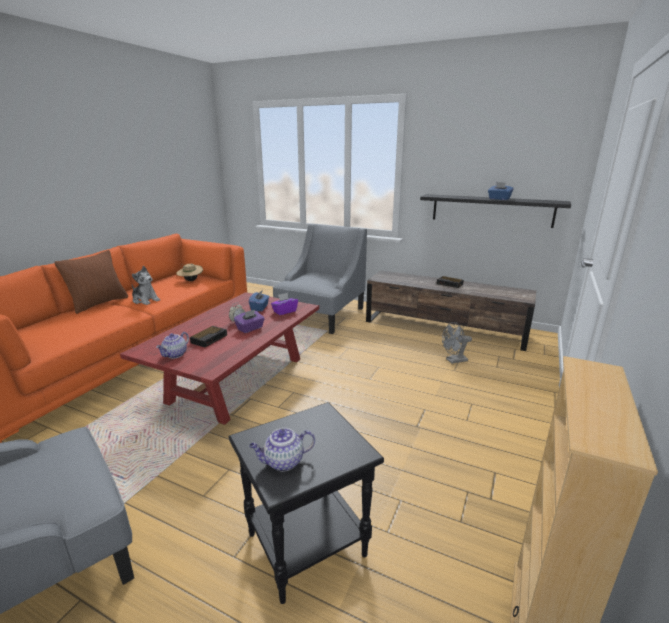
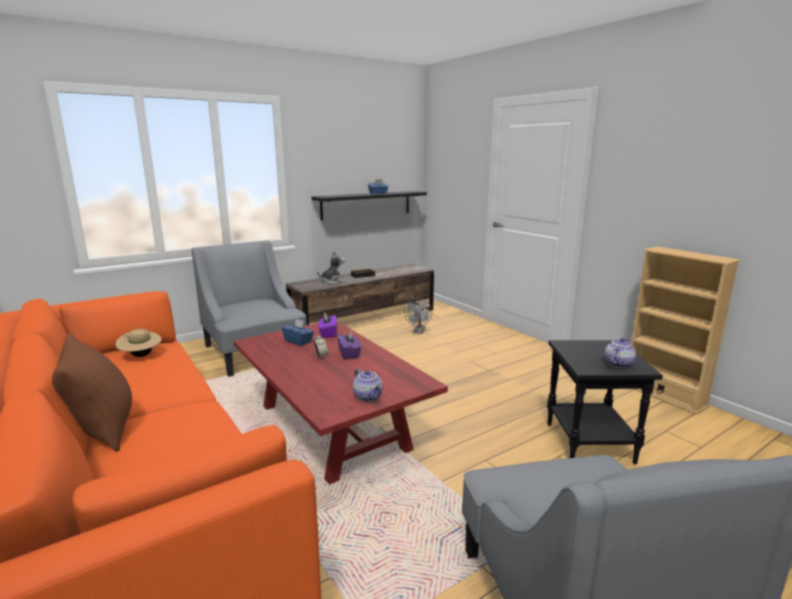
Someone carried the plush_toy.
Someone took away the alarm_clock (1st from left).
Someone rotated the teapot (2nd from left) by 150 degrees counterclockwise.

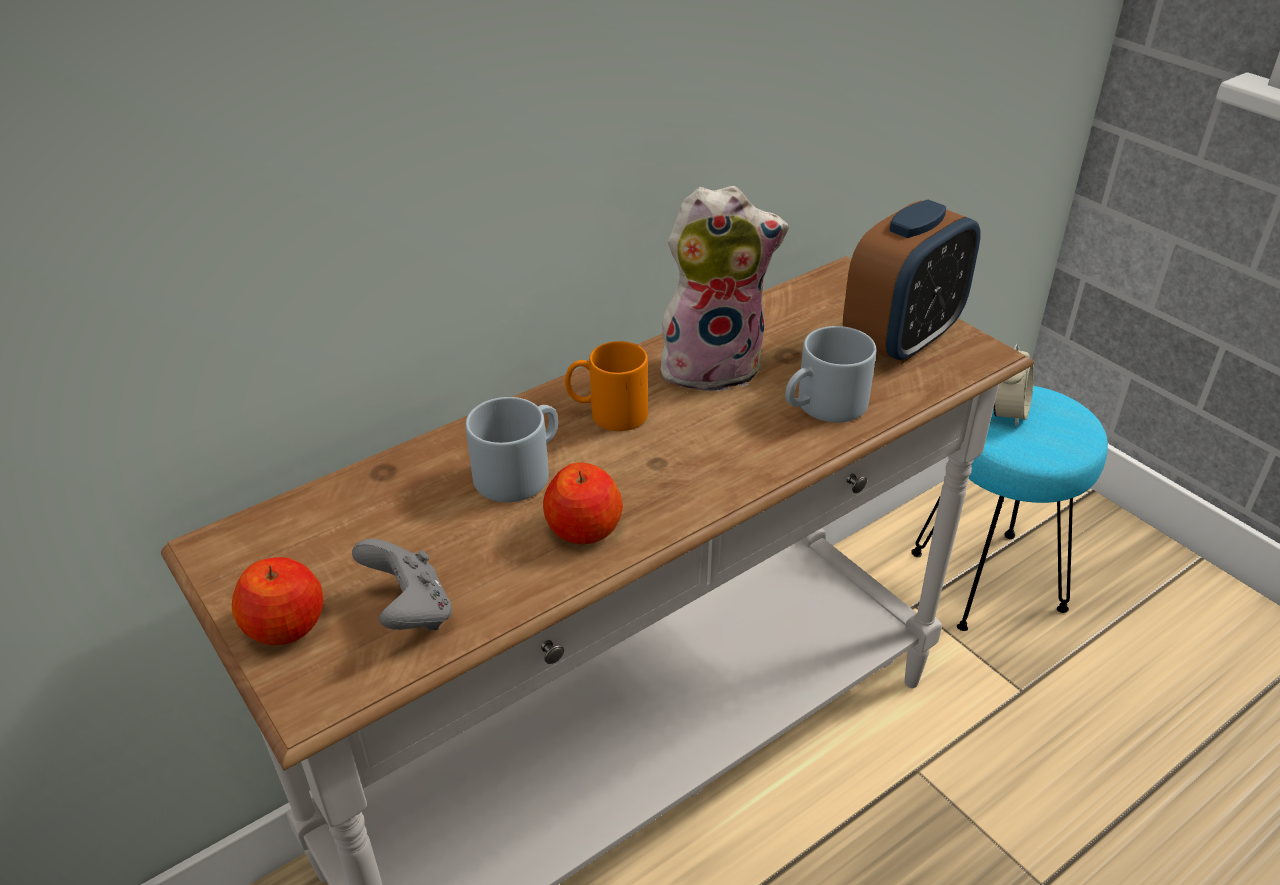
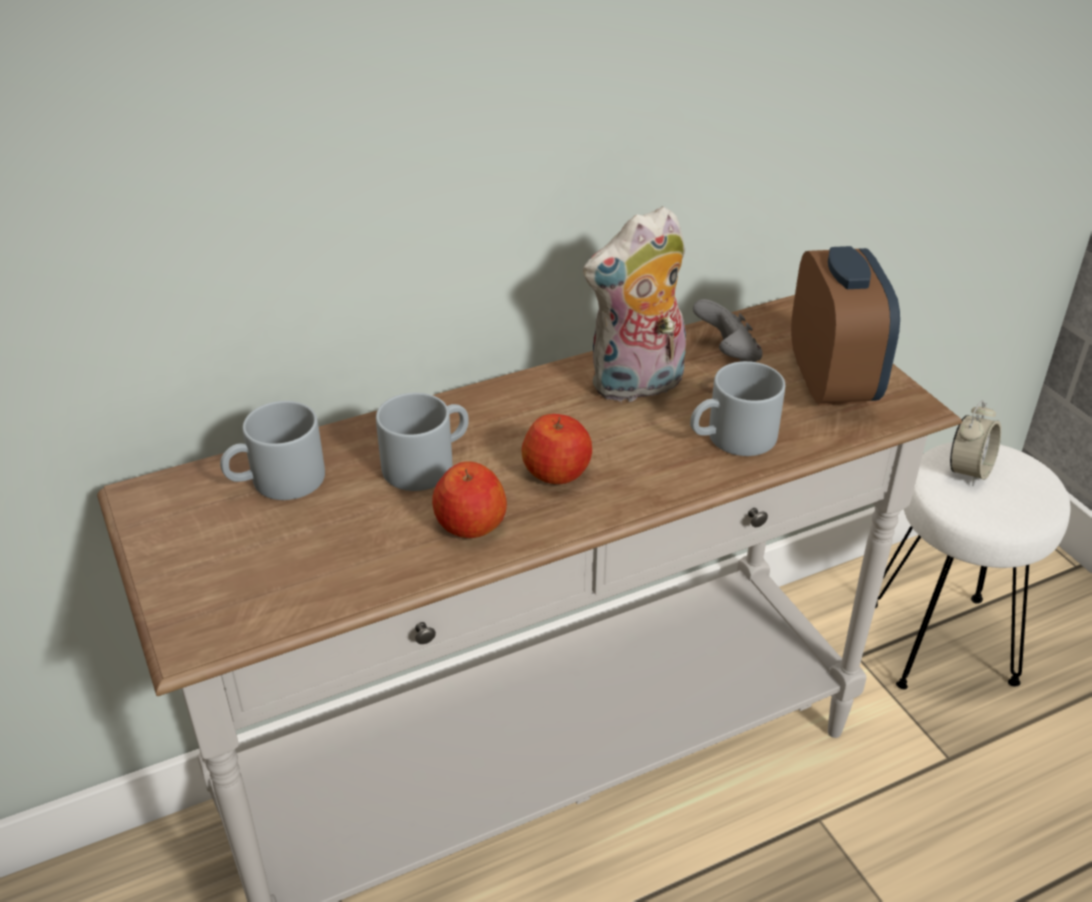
Someone carried the apple (1st from left in the first image).
Someone carried the grey_game_controller.
Someone took away the orange_mug.
Someone rotated the plush_toy by 150 degrees clockwise.
Someone rotated the alarm_clock (1st from left) by 60 degrees counterclockwise.
Someone repainted the turquoise_stool, which became the white_stool.
Someone put down the grey_mug (1st from left).

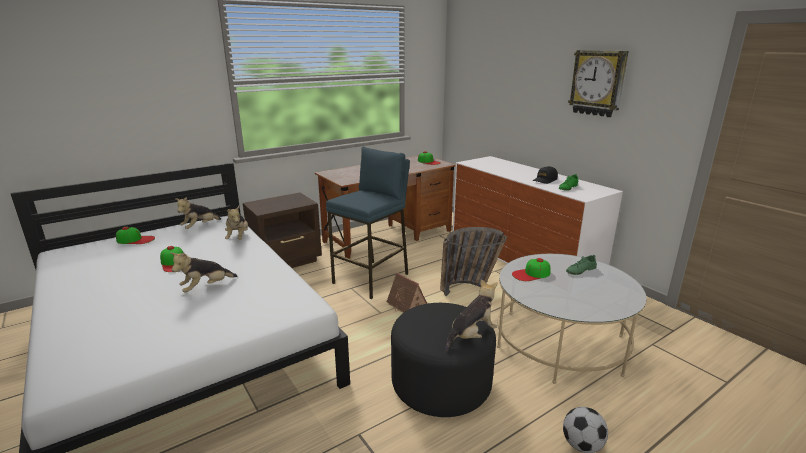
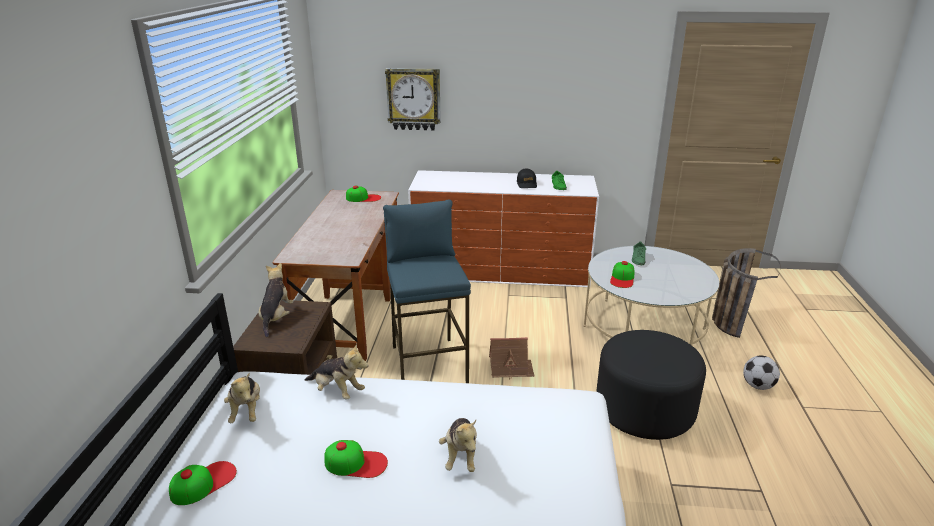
Someone carried the basket.
Someone carried the plush_toy (4th from left in the first image).
Someone carried the wall_clock.

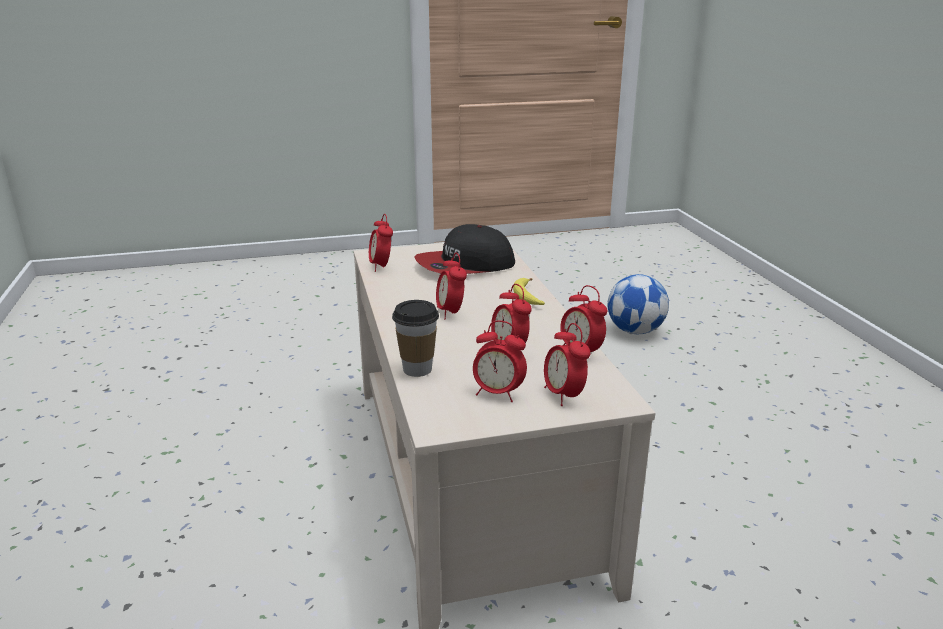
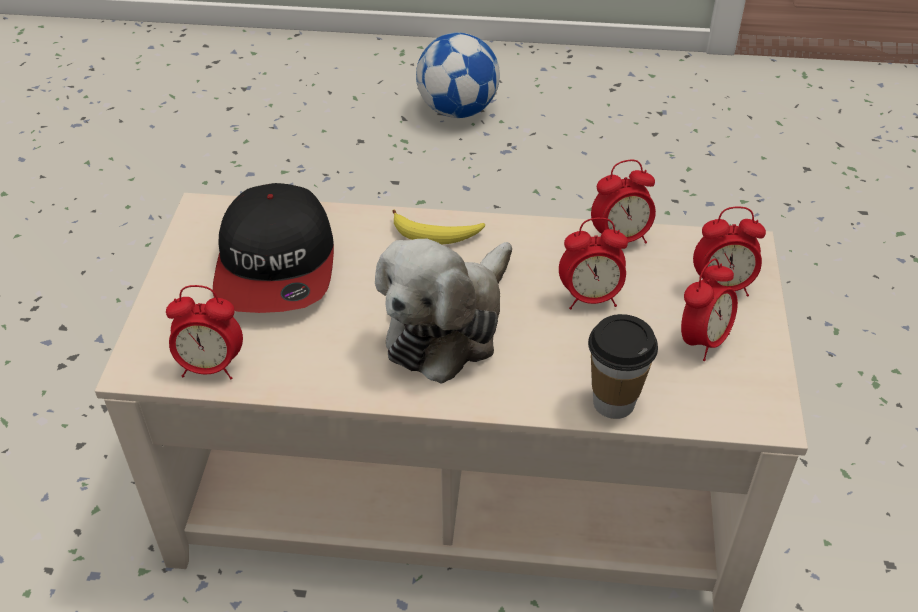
Someone swapped the alarm_clock (2nd from left) for the plush_toy.
Someone carried the football.

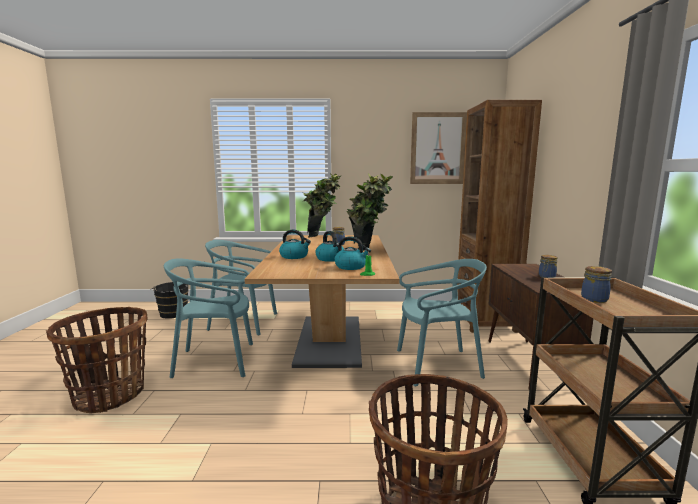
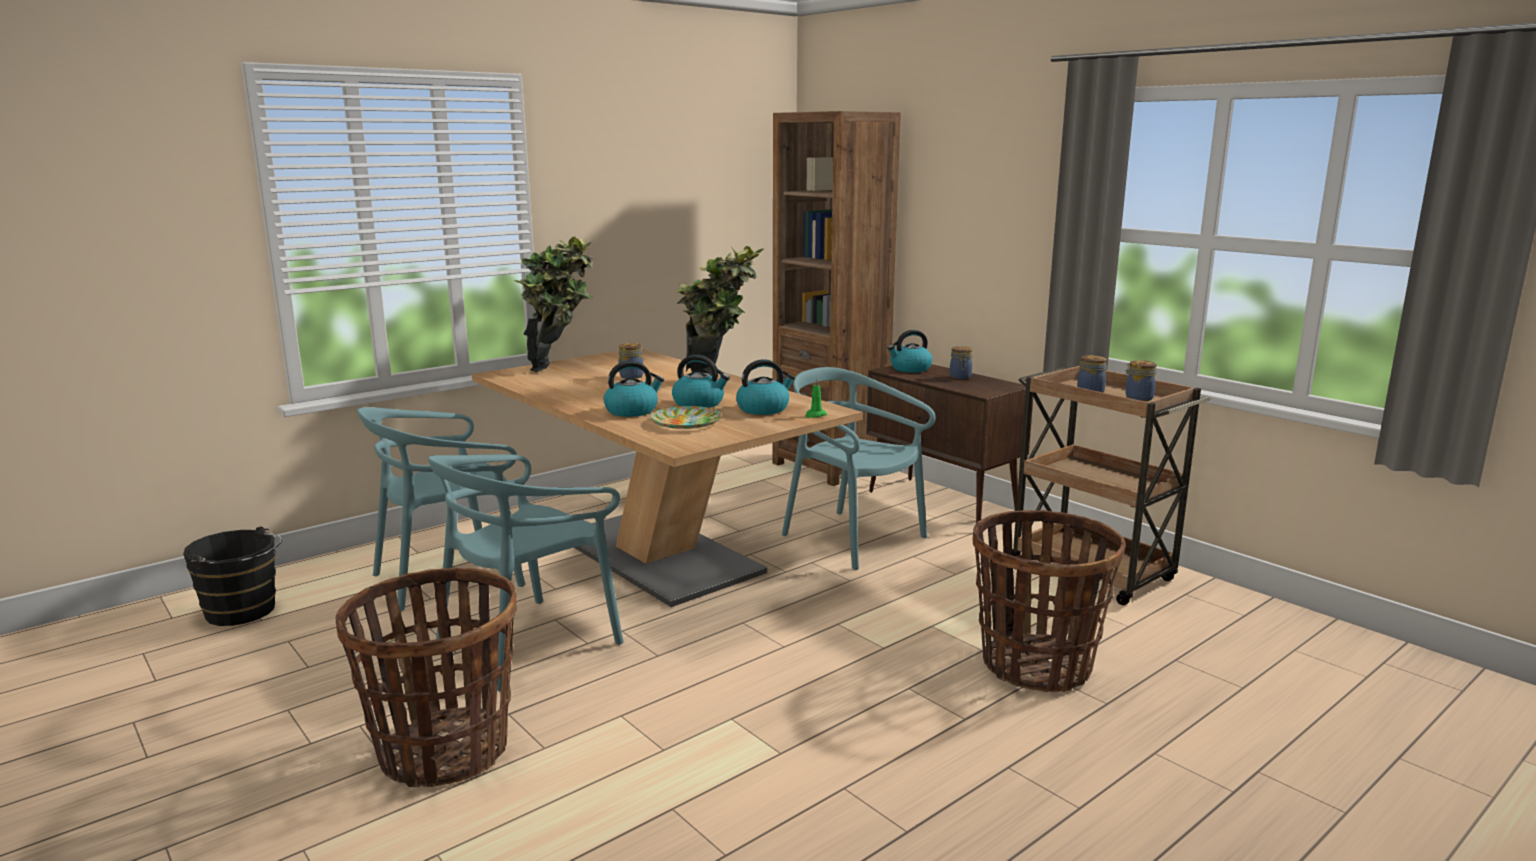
Someone rotated the turquoise_chair (3rd from left) by 90 degrees counterclockwise.
Someone took away the picture.
Someone put down the plate.
Someone put down the kettle (4th from left).
Someone put down the jar (4th from left).

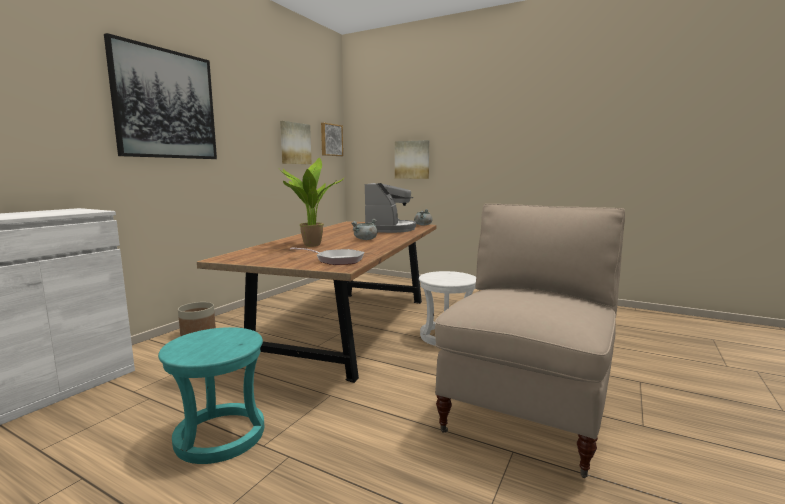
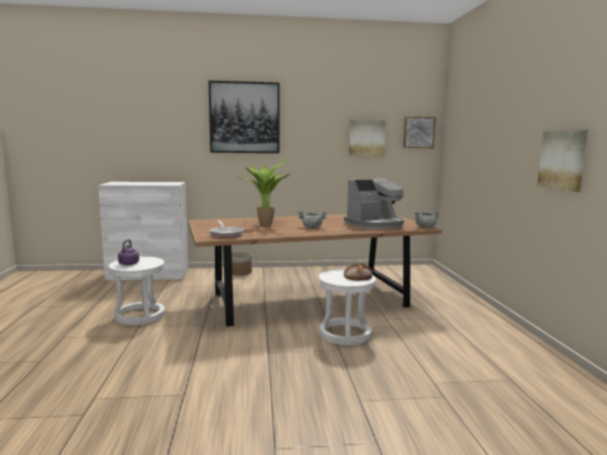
Someone repainted the turquoise_stool, which became the white_stool (1st from left).
Someone carried the picture (4th from left).
Someone took away the beige_chair.
Someone put down the purple_kettle.
Someone put down the bread.

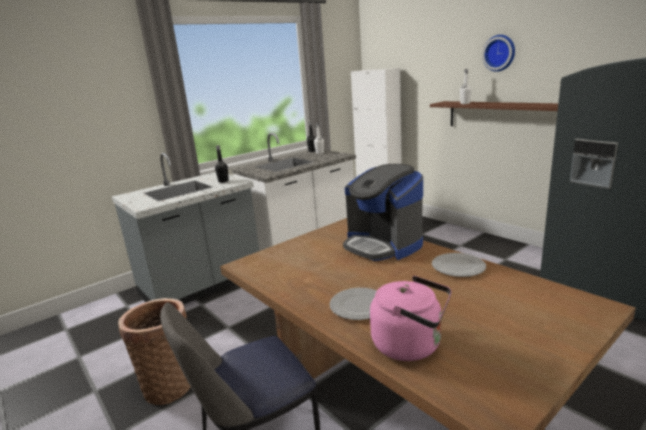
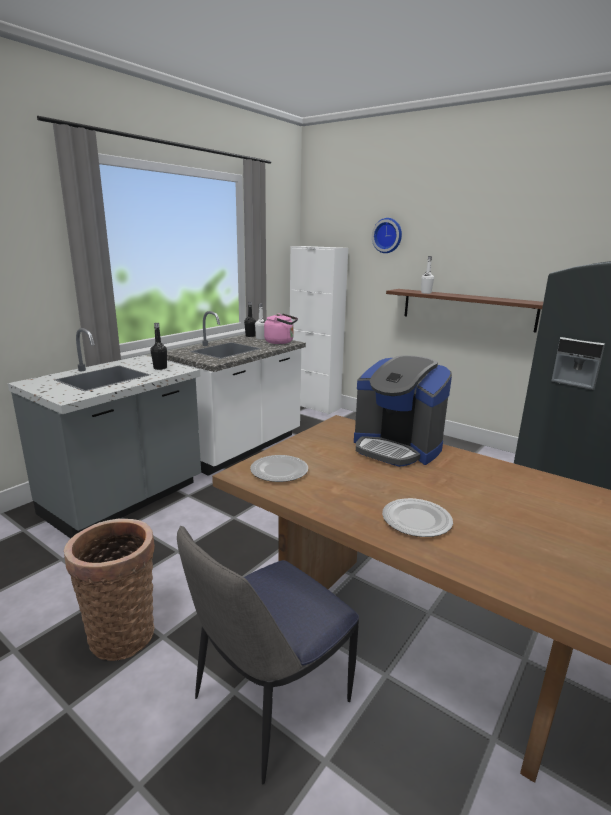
Someone carried the pink_kettle.
Someone carried the plate (2nd from left in the first image).
Someone carried the wall_clock.

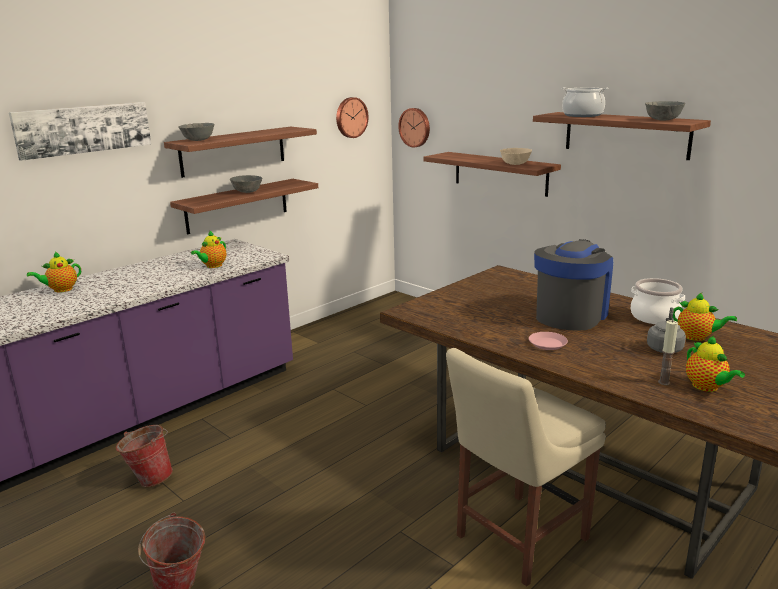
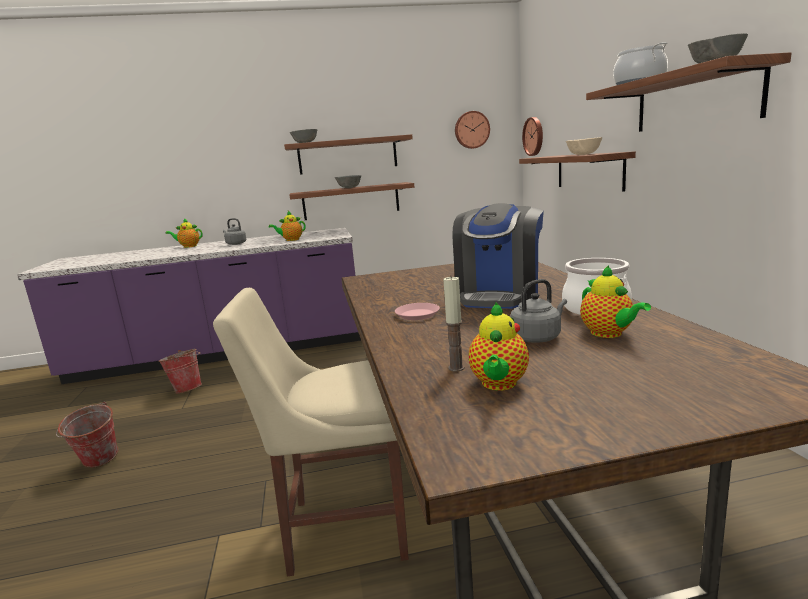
Someone took away the picture.
Someone rotated the coffee_machine by 135 degrees clockwise.
Someone put down the grey_kettle (1st from left).

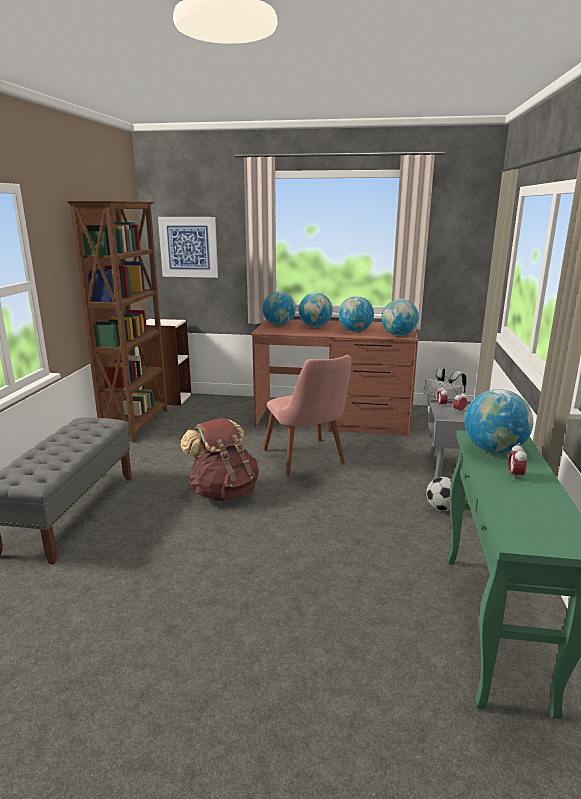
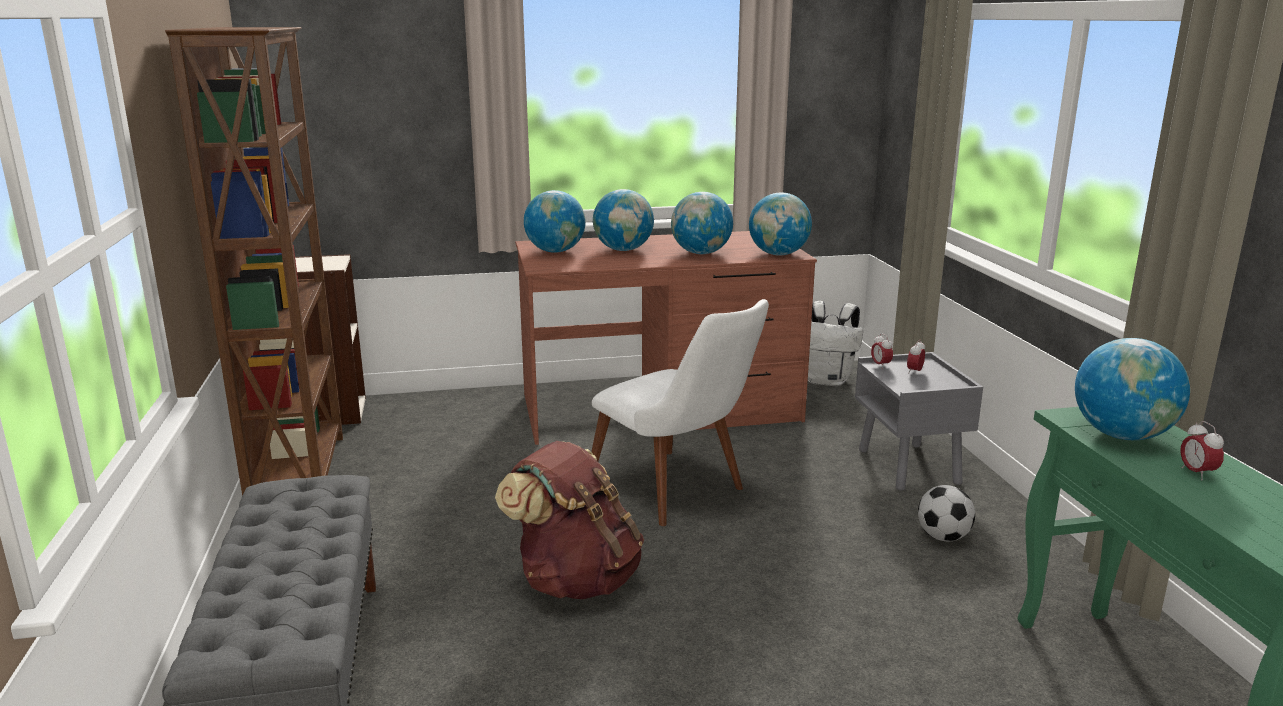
Someone took away the picture.
Someone repainted the pink_chair, which became the white_chair.

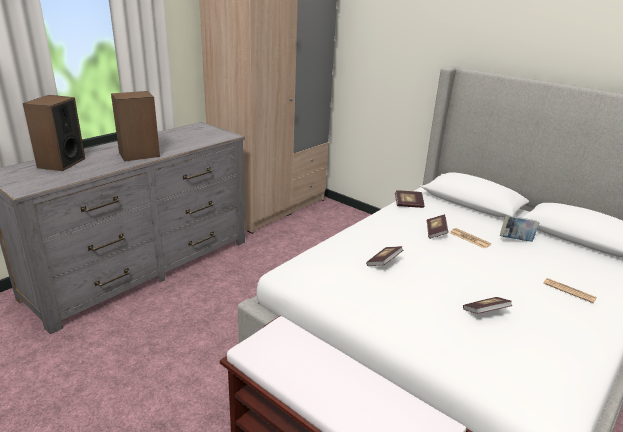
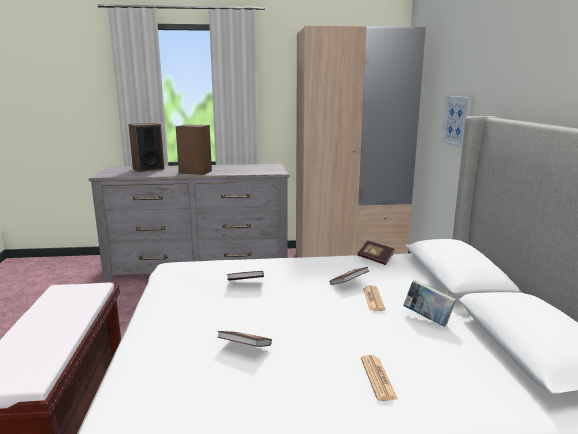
Someone put up the picture.

